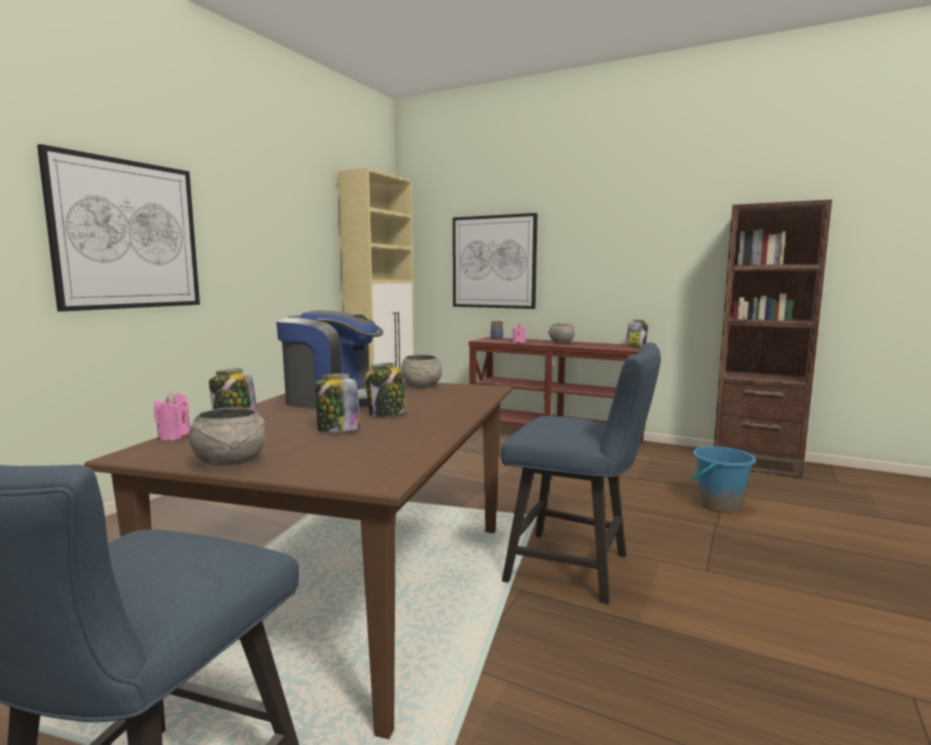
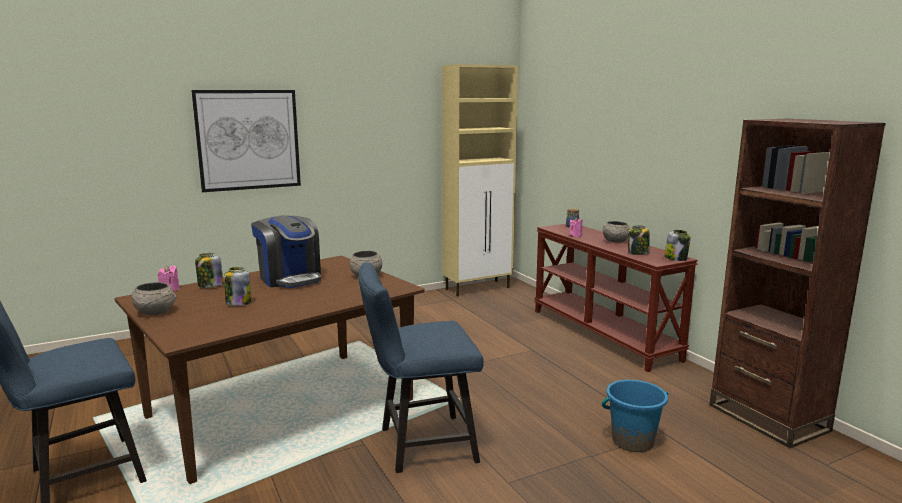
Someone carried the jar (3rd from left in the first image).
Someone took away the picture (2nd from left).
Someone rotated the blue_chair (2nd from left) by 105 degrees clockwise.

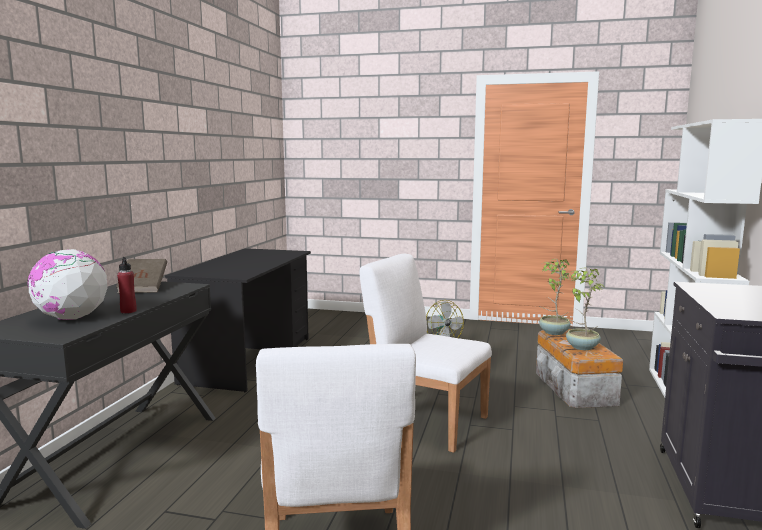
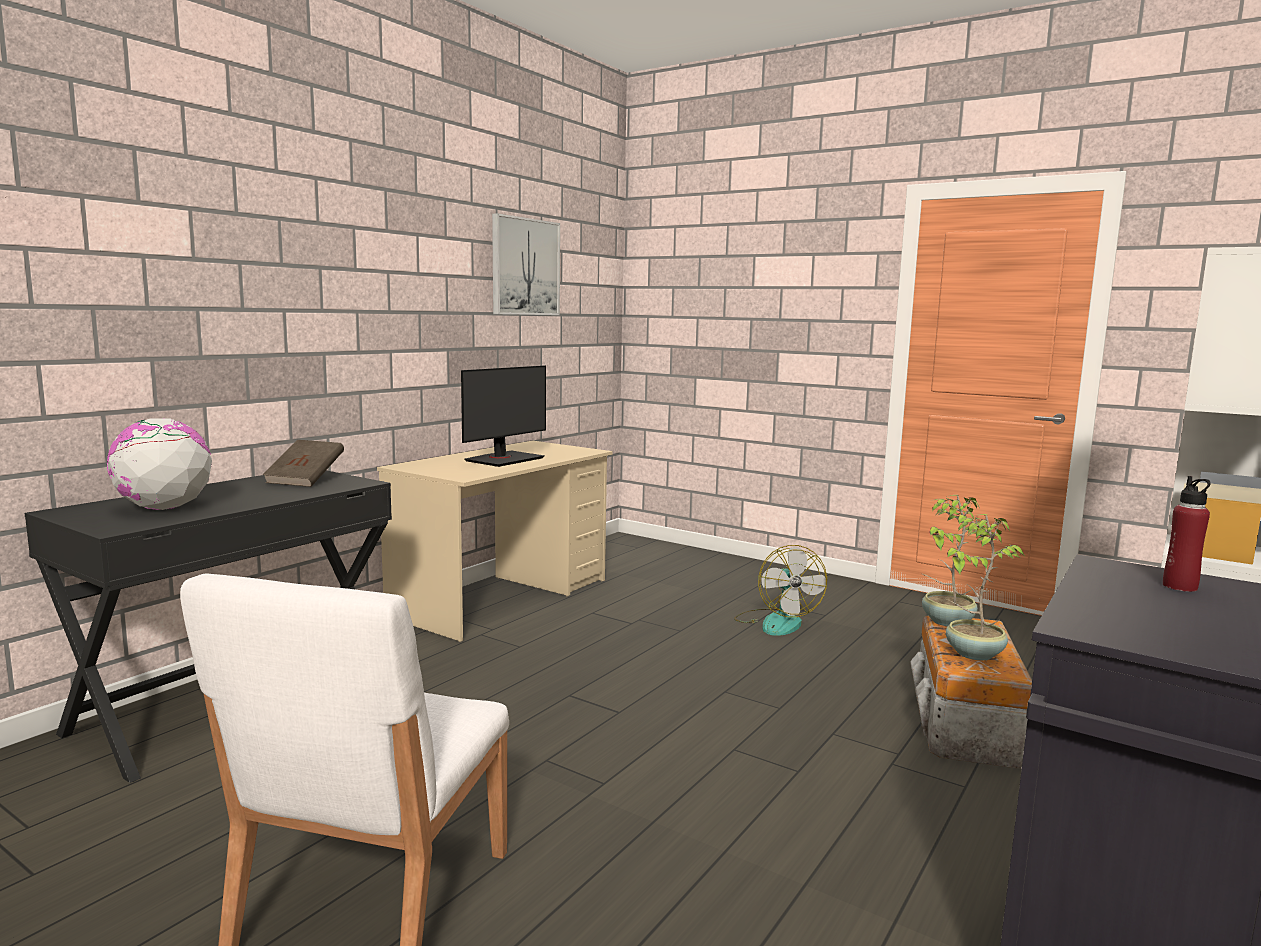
Someone carried the red_bottle.
Someone repainted the black_desk (2nd from left), which became the beige_desk.
Someone took away the white_chair (2nd from left).
Someone put down the monitor.
Someone put up the picture.

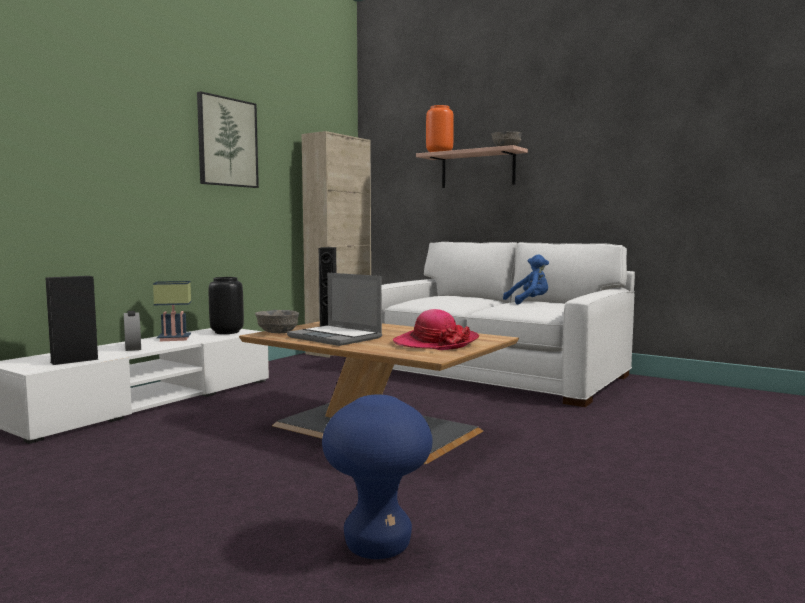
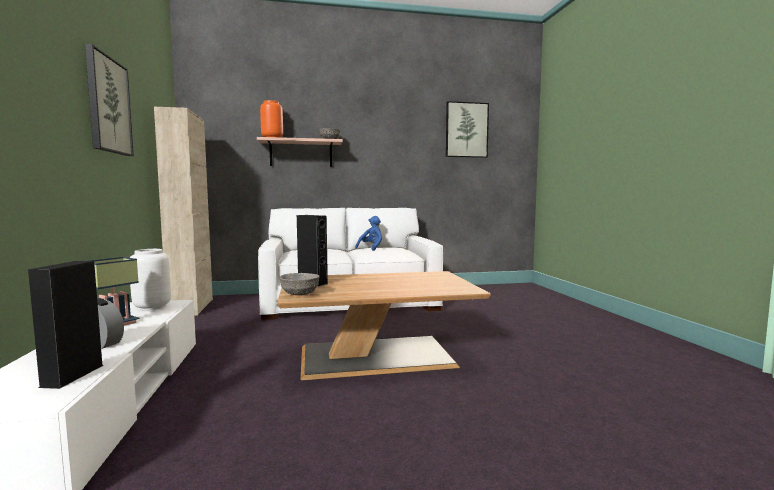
Someone repainted the black_vase, which became the white_vase.
Someone took away the laptop.
Someone took away the blue_stool.
Someone took away the hat.
Someone put up the picture (2nd from left).

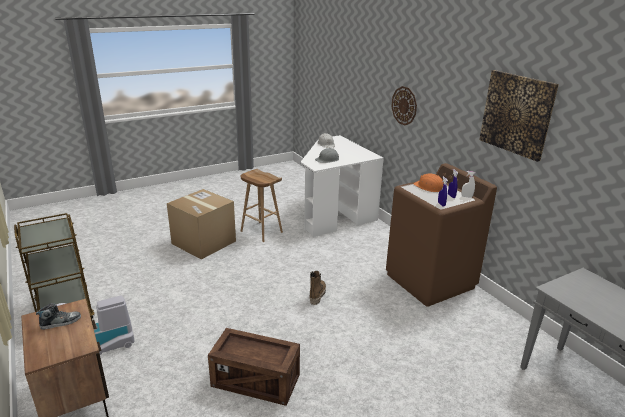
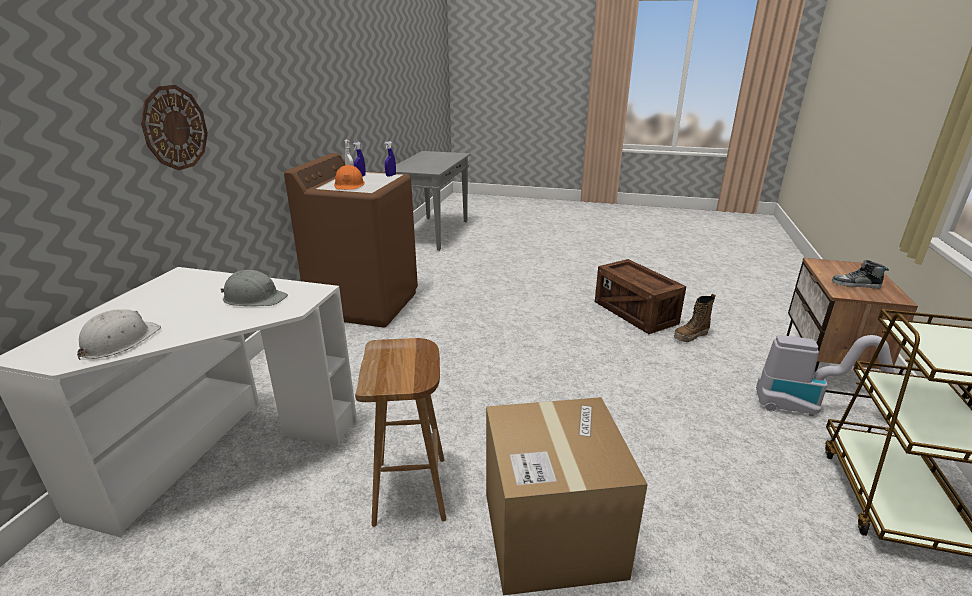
Someone carried the boot.
Someone took away the picture.

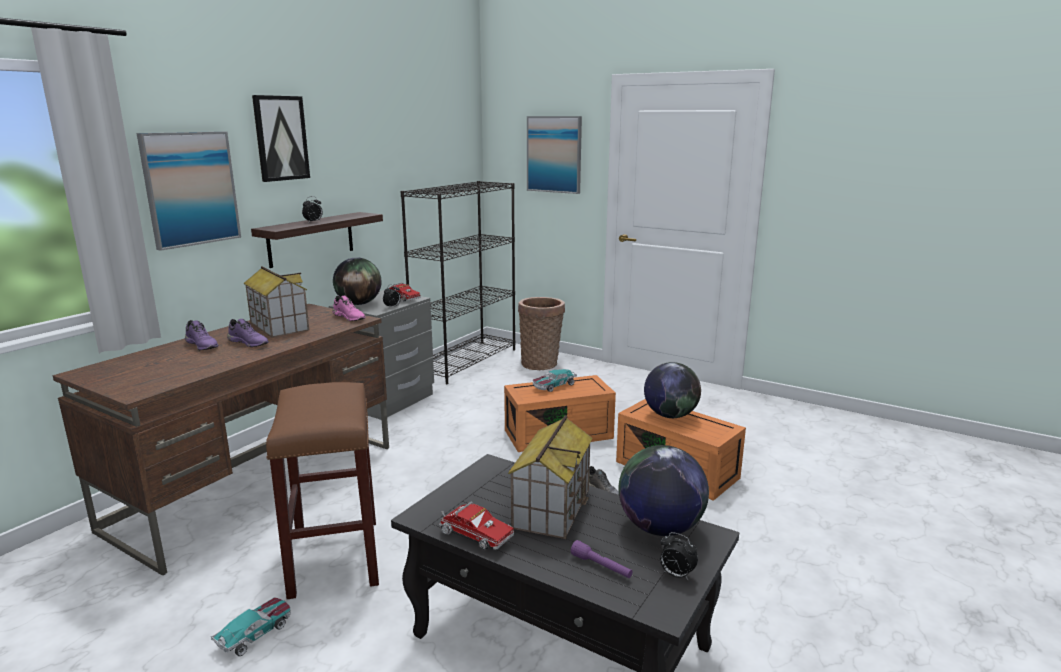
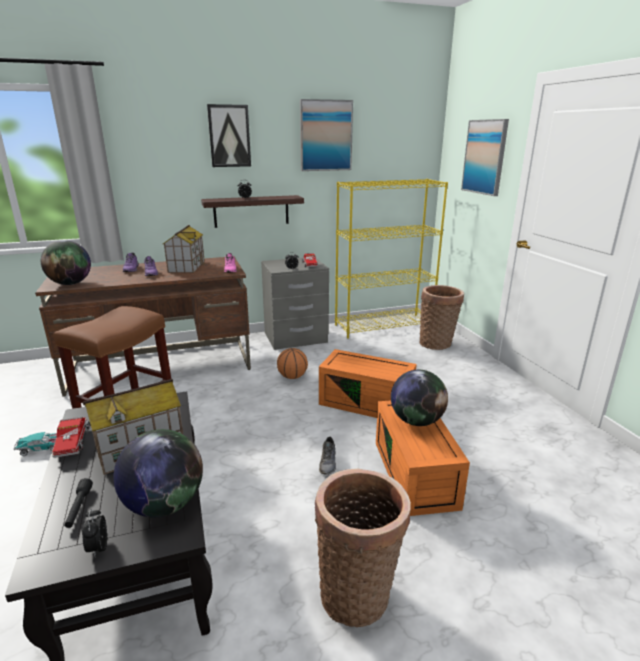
Someone carried the picture (1st from left in the first image).
Someone carried the globe (1st from left).
Someone repainted the black_bookcase, which became the yellow_bookcase.
Someone took away the toy_car (2nd from left).
Someone repainted the purple_flashlight, which became the black_flashlight.
Someone put down the basketball.
Someone put down the basket (1st from left).

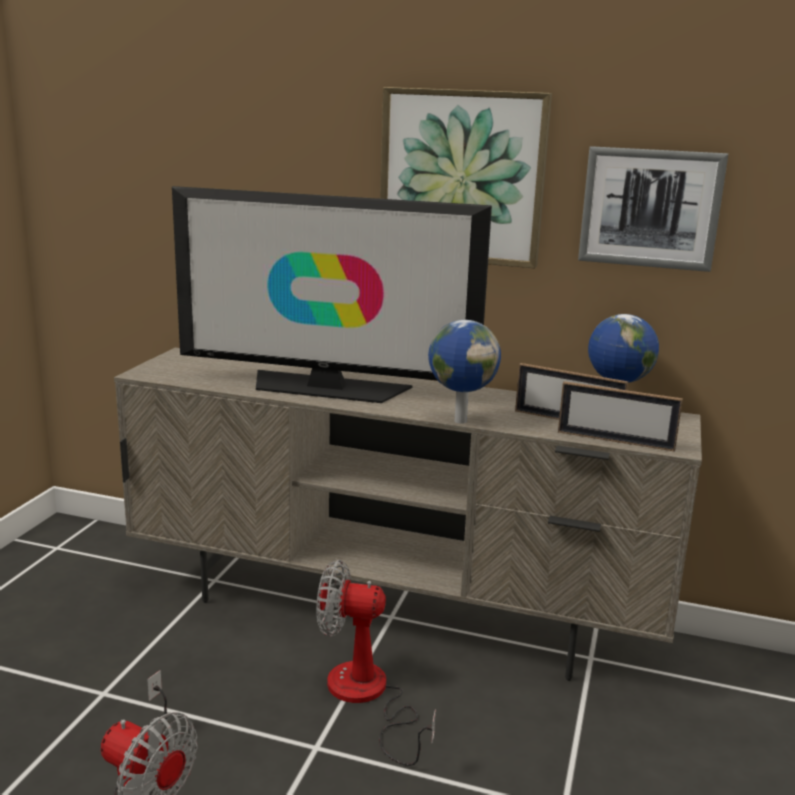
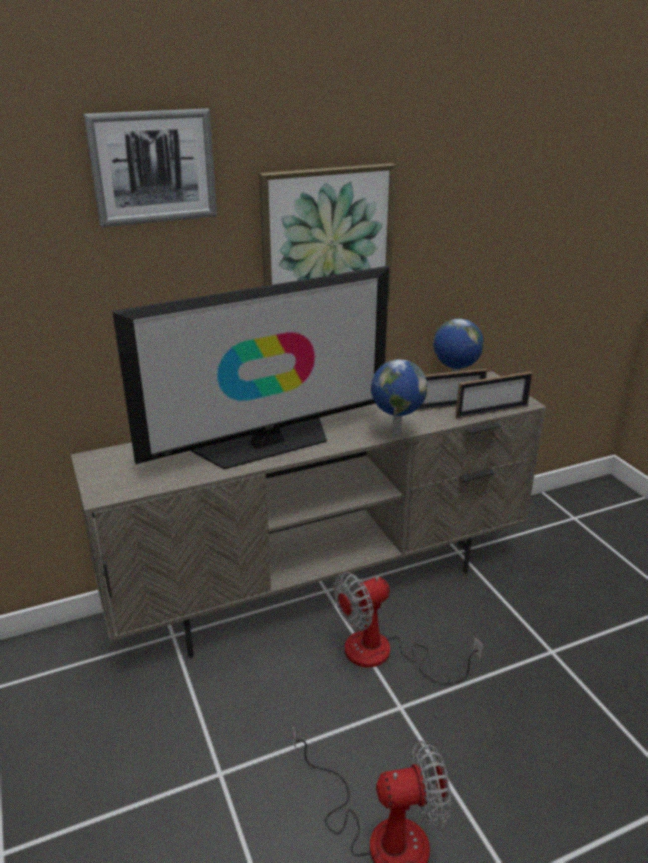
Someone carried the picture (2nd from left in the first image).

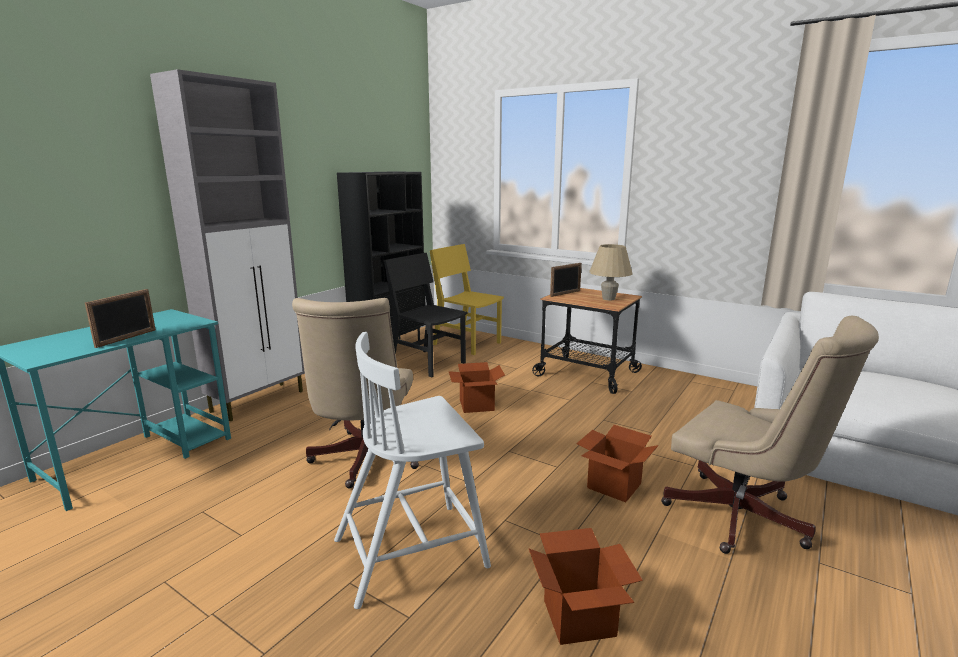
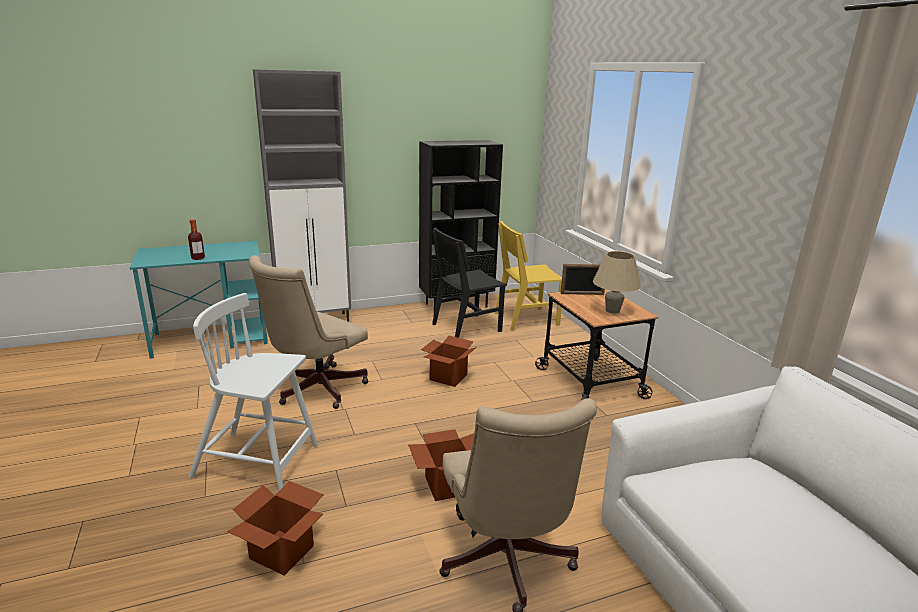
Someone swapped the picture_frame (1st from left) for the bottle.
Someone rotated the black_chair by 105 degrees counterclockwise.
Someone rotated the yellow_chair by 90 degrees counterclockwise.

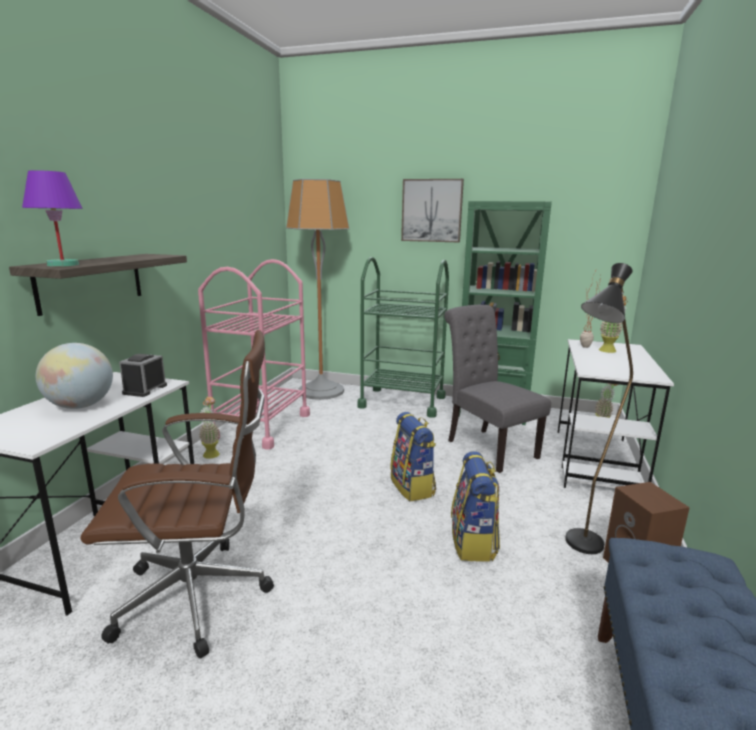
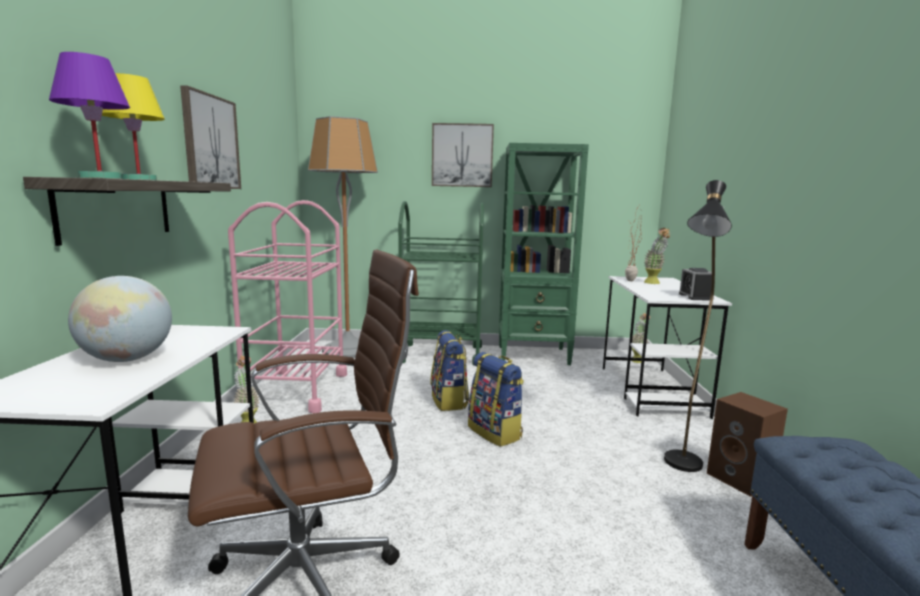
Someone carried the alarm_clock.
Someone took away the grey_chair.
Someone carried the backpack (2nd from left in the first image).
Someone put down the yellow_table_lamp.
Someone put up the picture (1st from left).

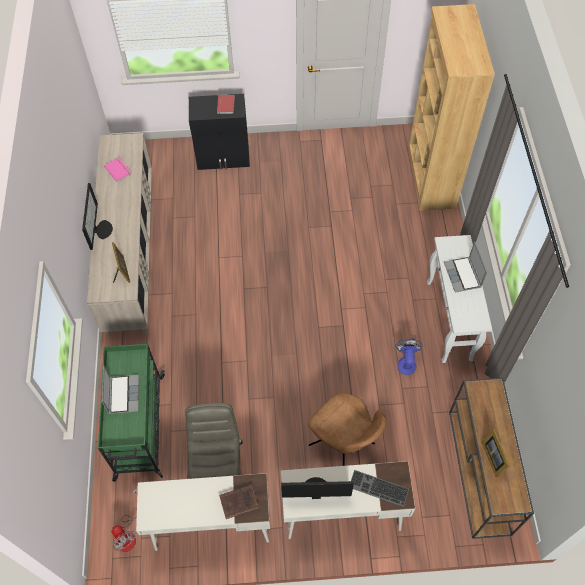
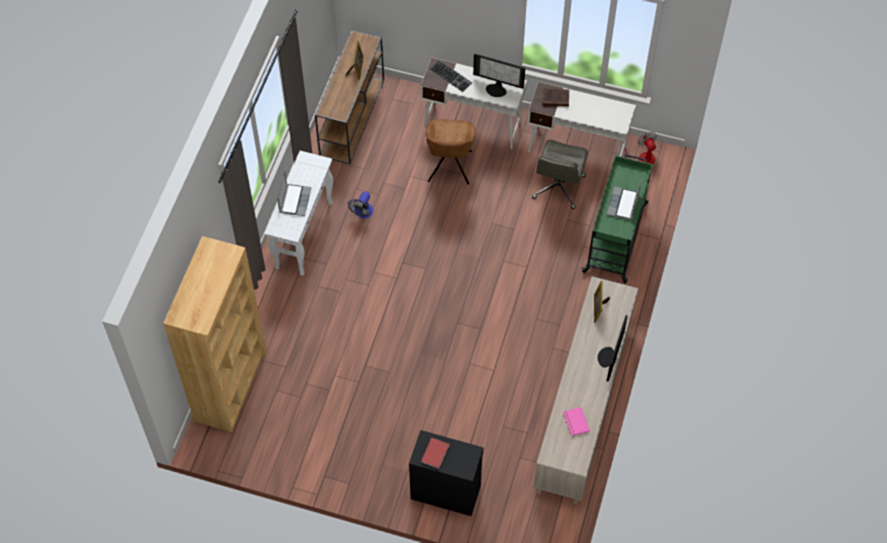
Someone rotated the brown_chair by 150 degrees counterclockwise.

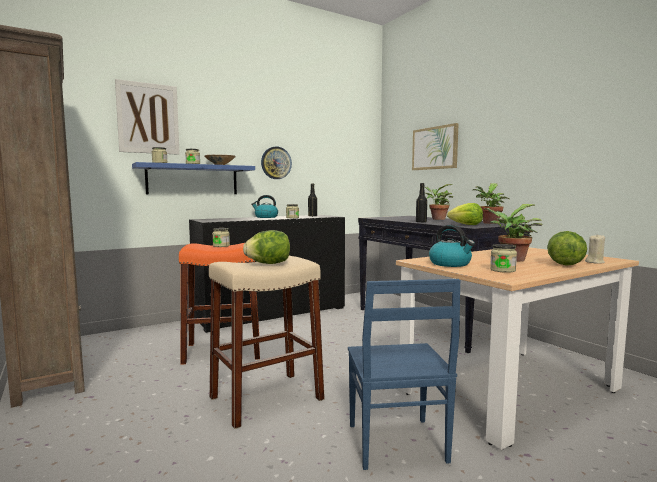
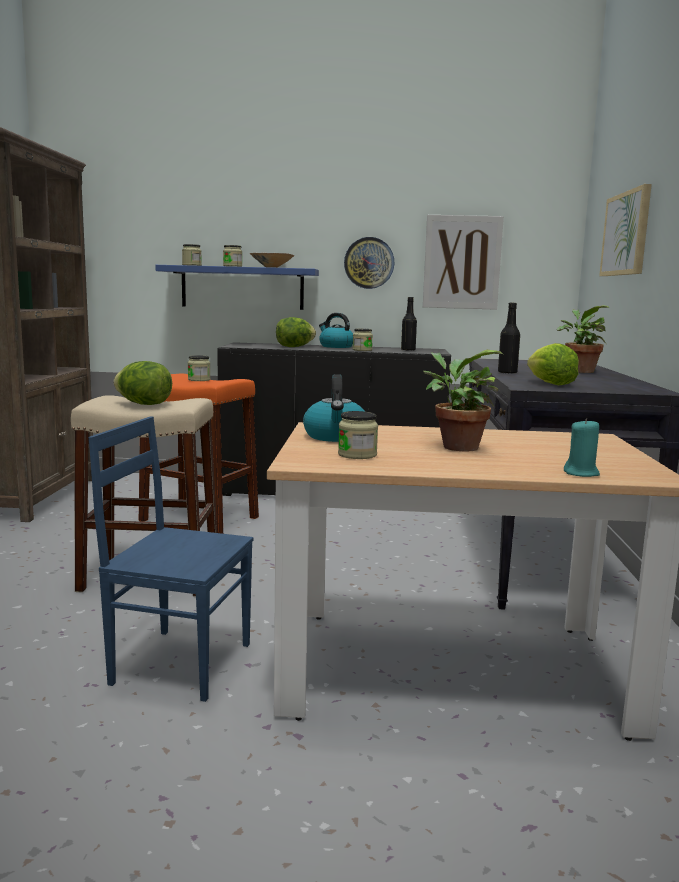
Someone carried the picture (1st from left).
Someone rotated the blue_chair by 75 degrees clockwise.
Someone took away the potted_plant (2nd from left).
Someone carried the lettuce (3rd from left in the first image).
Someone repainted the beige_candle, which became the turquoise_candle.

